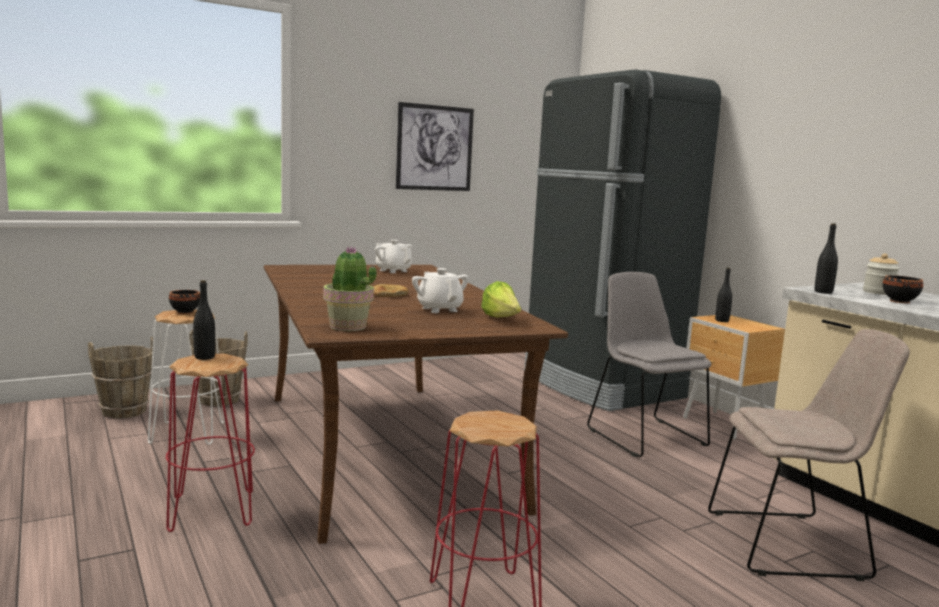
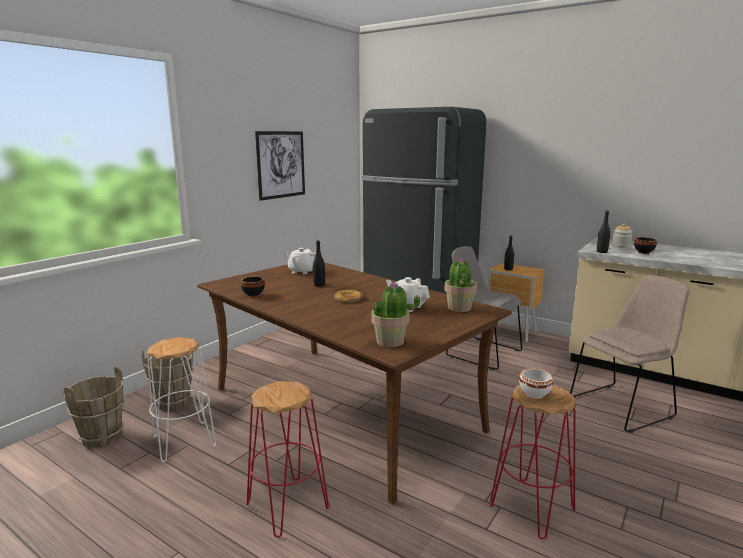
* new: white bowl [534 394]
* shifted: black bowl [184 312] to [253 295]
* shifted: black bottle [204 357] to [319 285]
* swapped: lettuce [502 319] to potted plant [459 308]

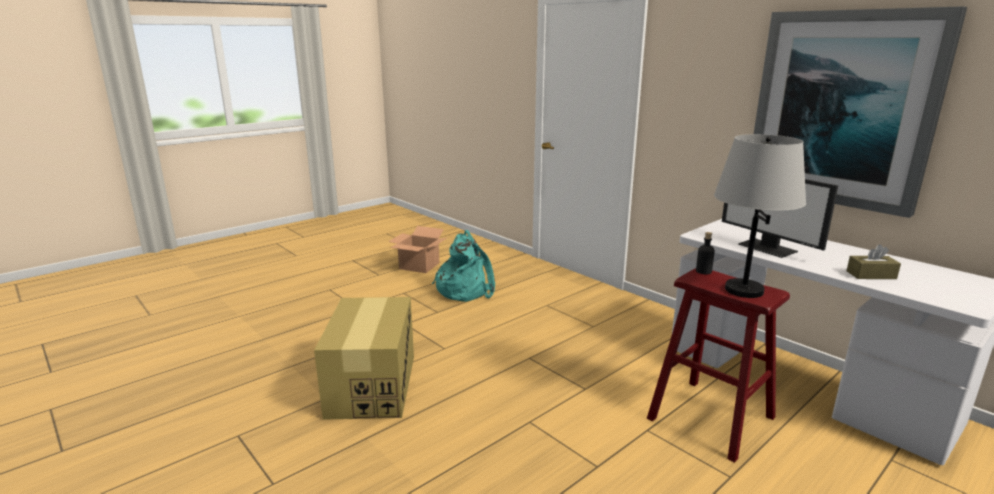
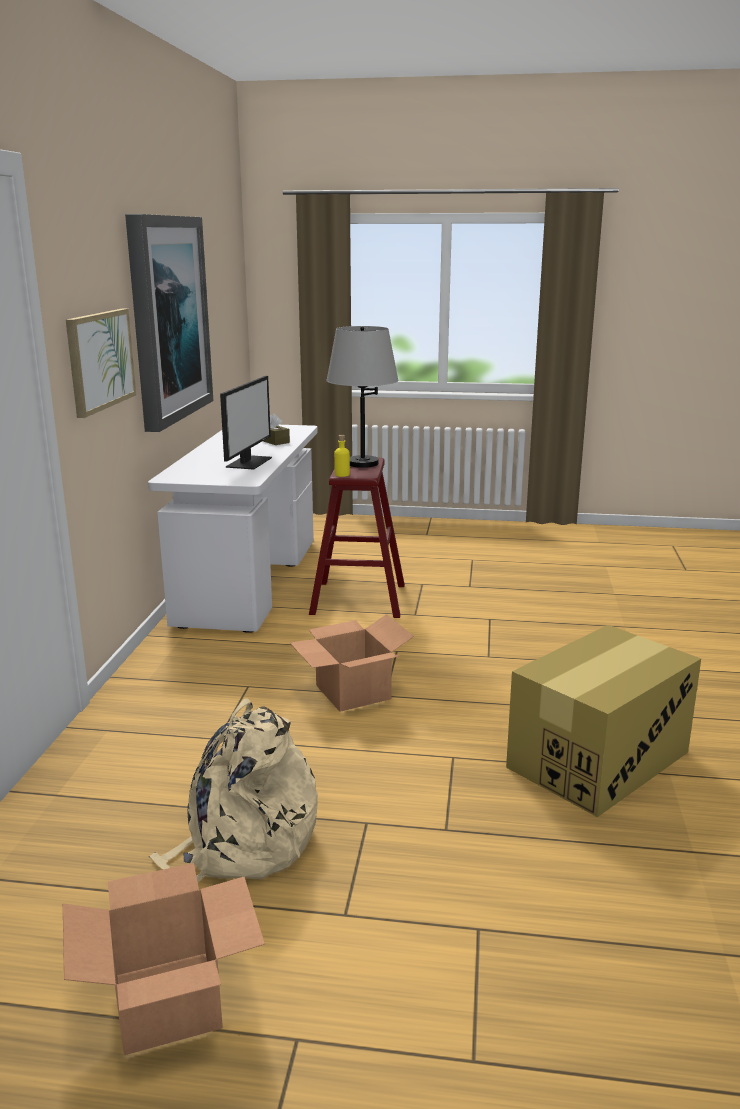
* new: picture [100 360]
* new: cardboard box [354 692]
* repainted: turquoise backpack [465 290] to beige backpack [243 843]
* repainted: black bottle [703 271] to yellow bottle [342 474]

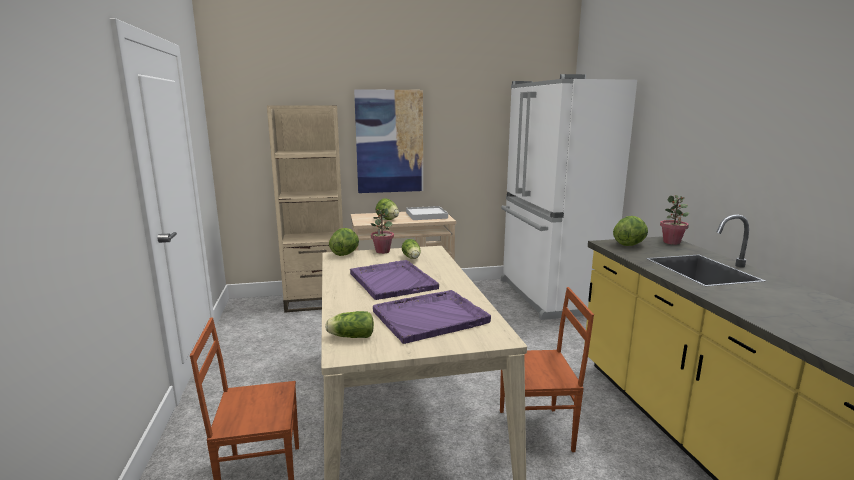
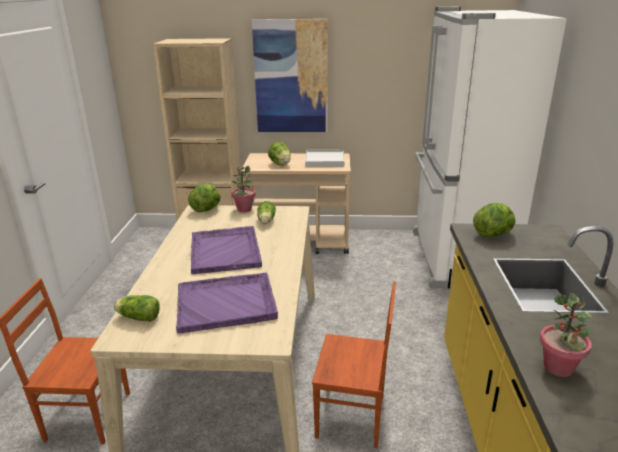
* shifted: potted plant [671 242] to [558 368]

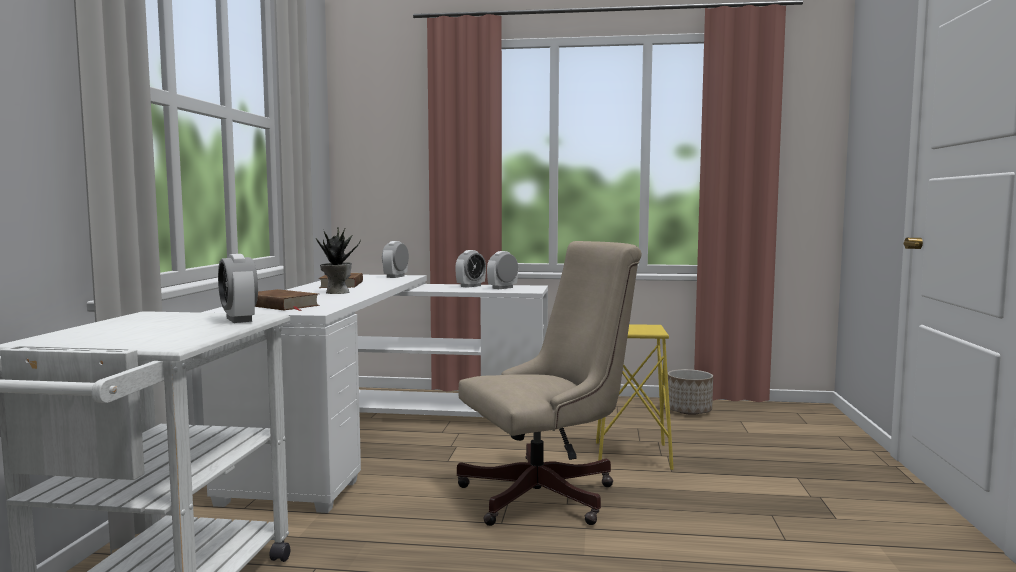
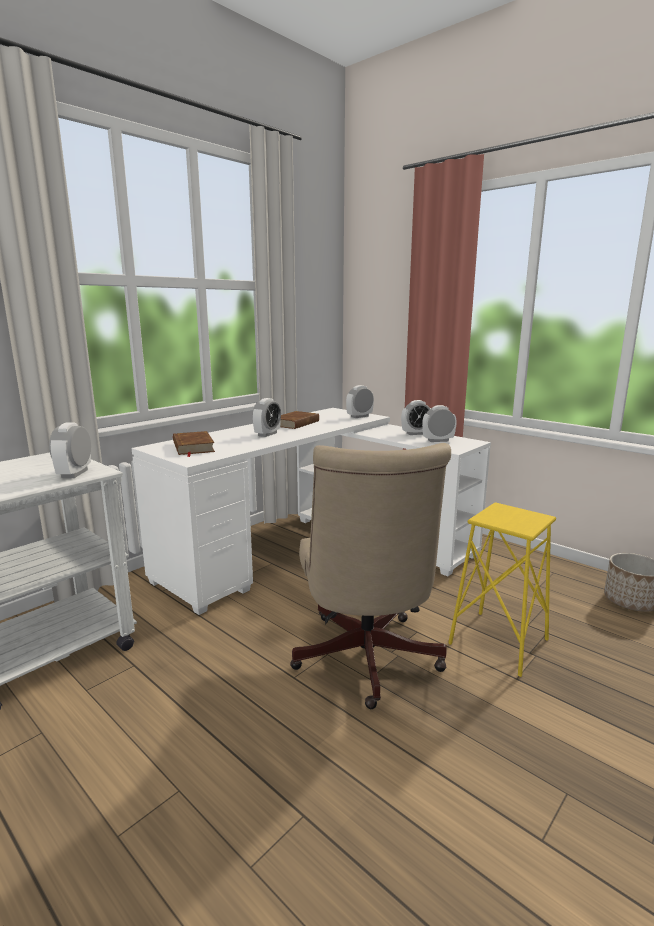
* swapped: potted plant [336 292] to alarm clock [267 434]
* rotated: beige office chair [549 495] = [365 662] 75 degrees clockwise

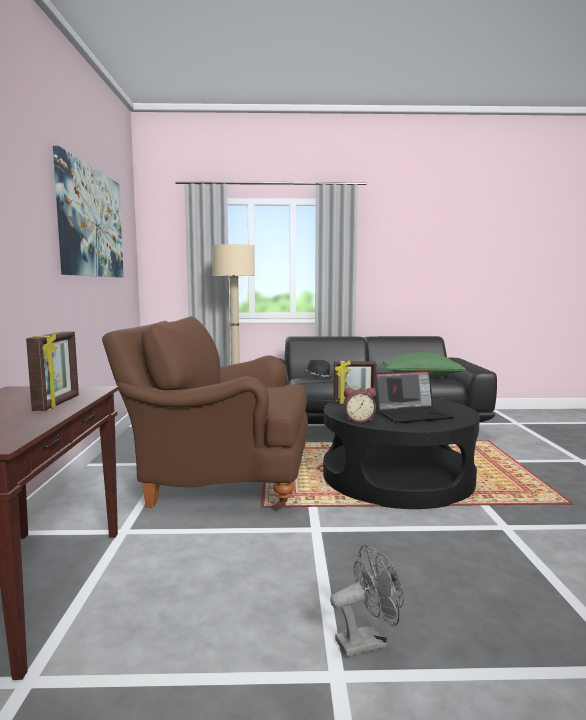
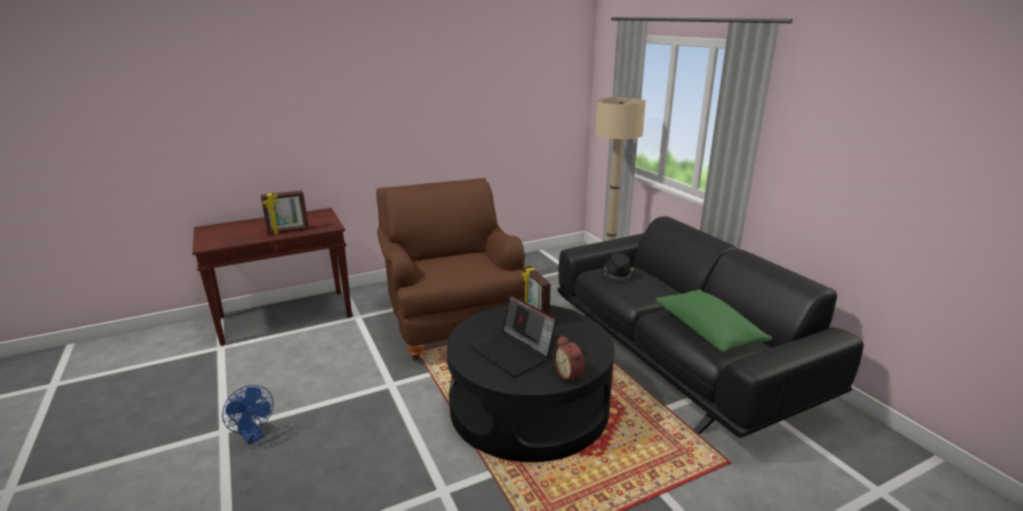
* gone: picture [91 222]
* shifted: alarm clock [358 420] to [570 374]
* repainted: grey fan [367 641] to blue fan [254 436]

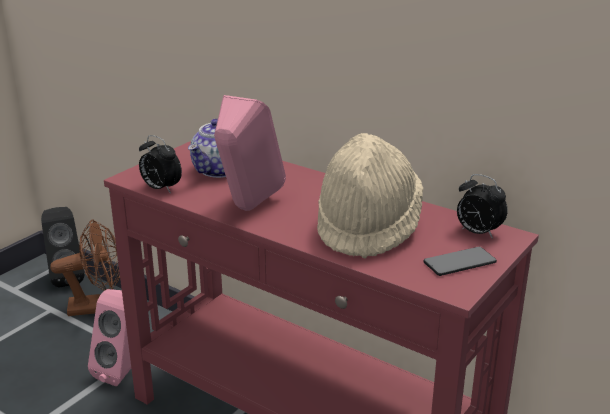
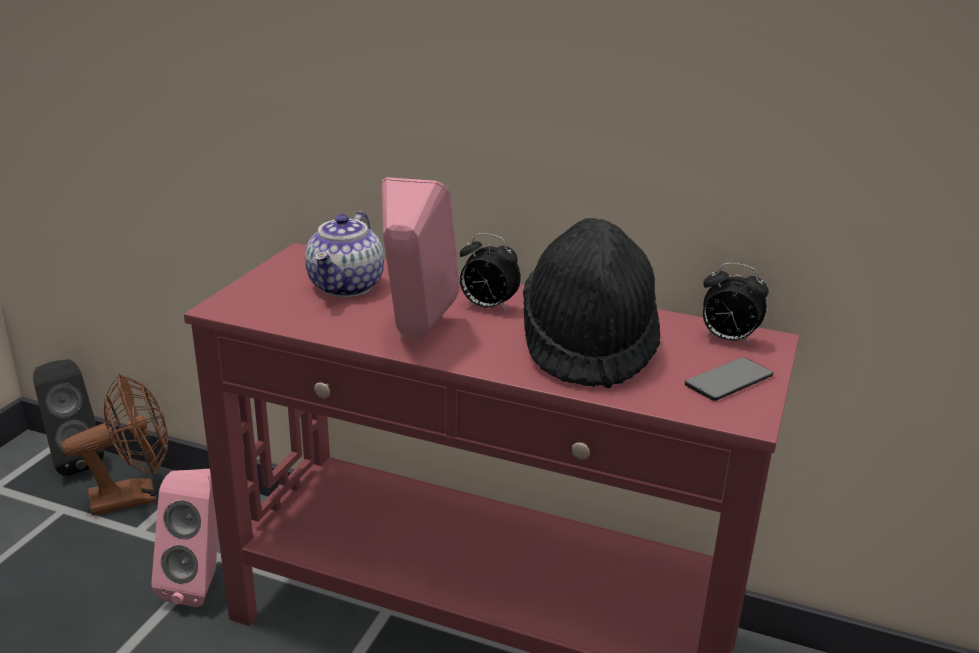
* shifted: alarm clock [160 189] to [487 307]
* repainted: beige hat [368 227] to black hat [588 345]

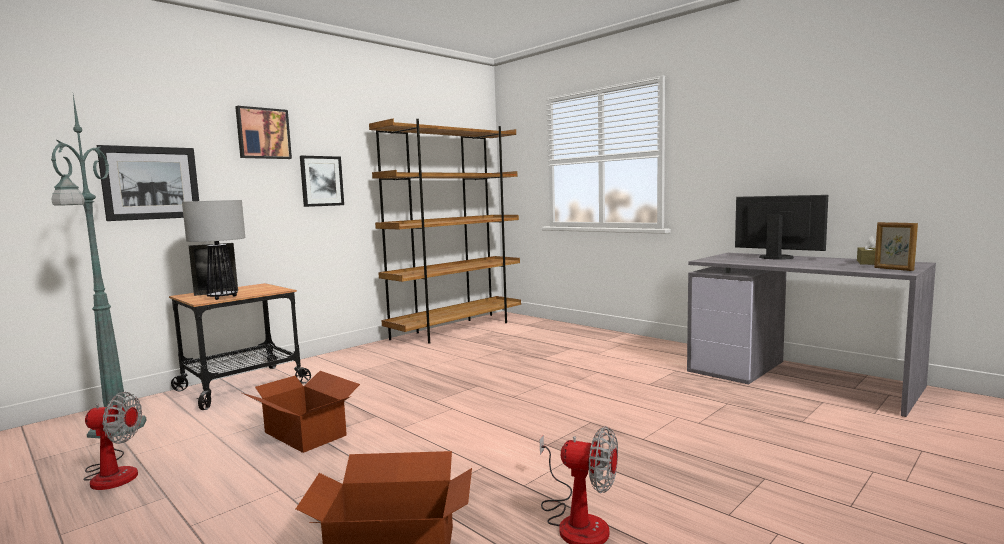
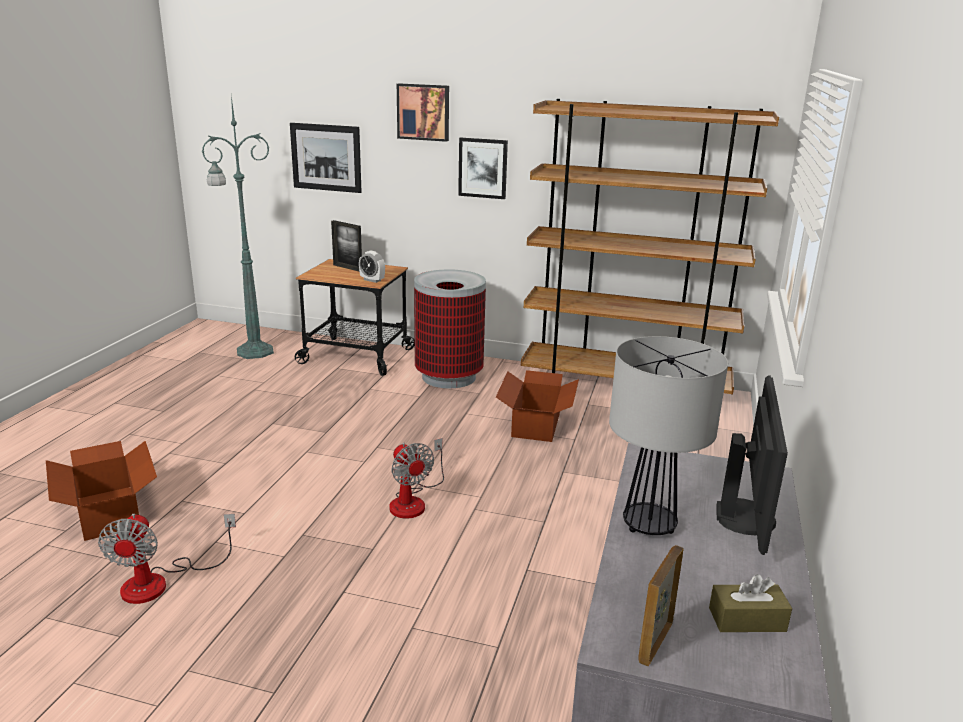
* new: alarm clock [372 280]
* new: trash can [449 377]
* shifted: fan [113 473] to [413 501]
* shifted: table lamp [223 297] to [650 525]
* shifted: cardboard box [305 433] to [537 424]

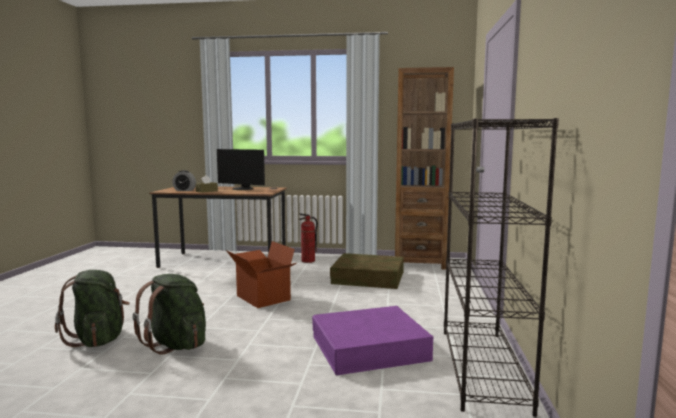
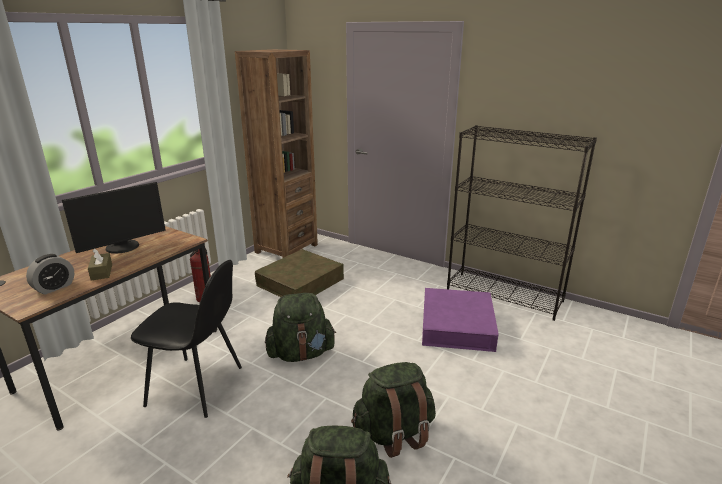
* new: black chair [197 386]
* swapped: cardboard box [262 298] to green backpack [301 353]

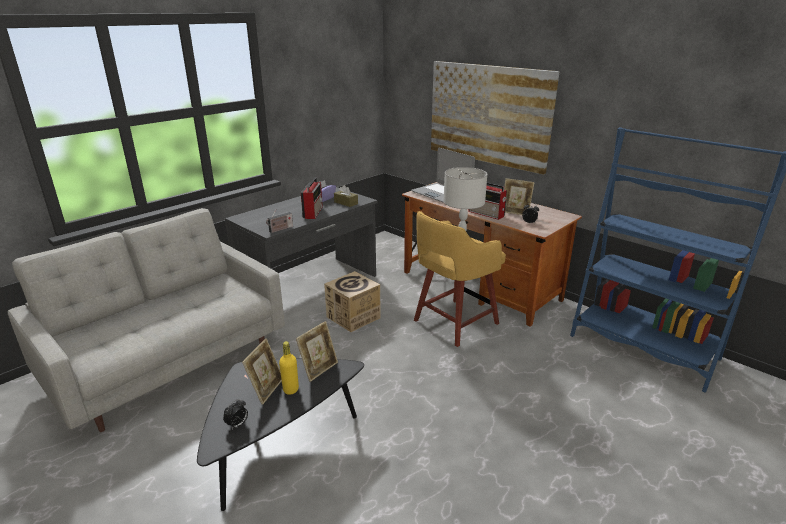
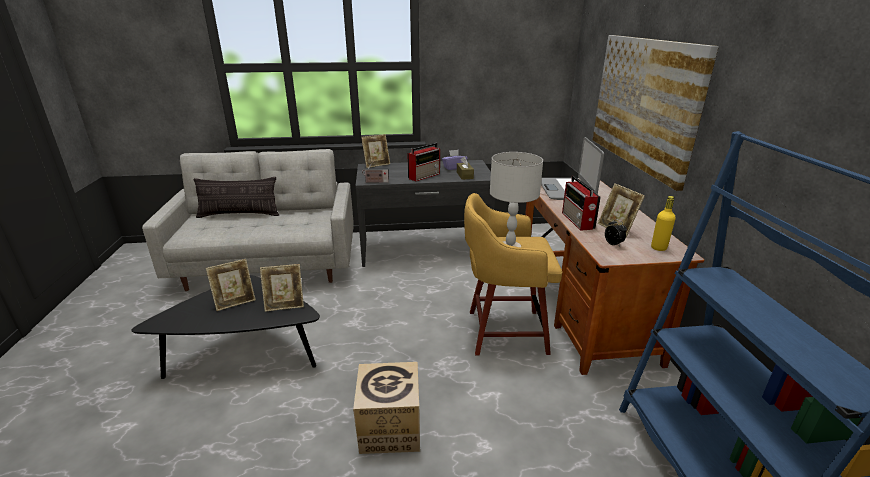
* gone: alarm clock [237 425]
* new: pillow [239 214]
* new: picture frame [376 165]
* shifted: yellow bottle [291 389] to [658 248]
* shifted: cardboard box [353 317] to [390 428]

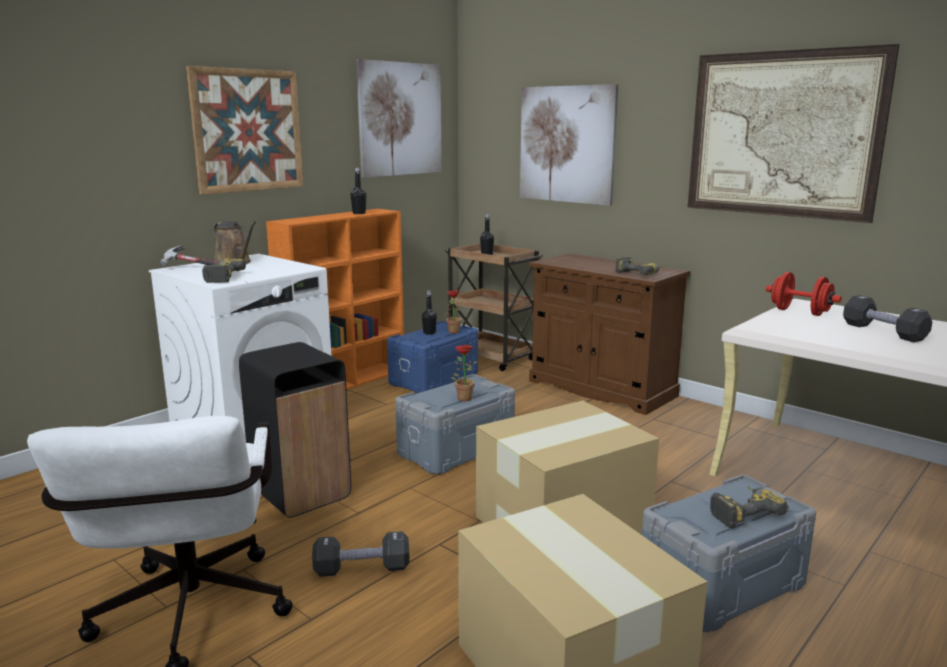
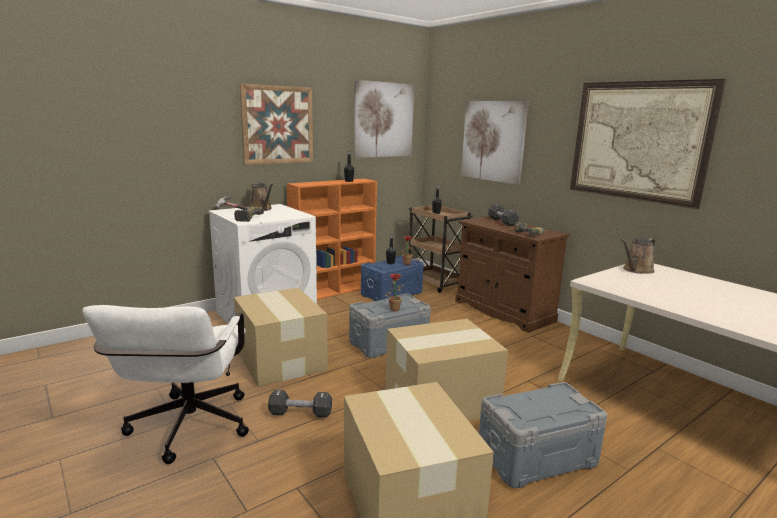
* gone: power drill [743 512]
* shifted: black dumbbell [883 332] to [502 222]
* swapped: black trash can [301 492] to cardboard box [281 359]
* swapped: red dumbbell [800 312] to brown watering can [636 270]

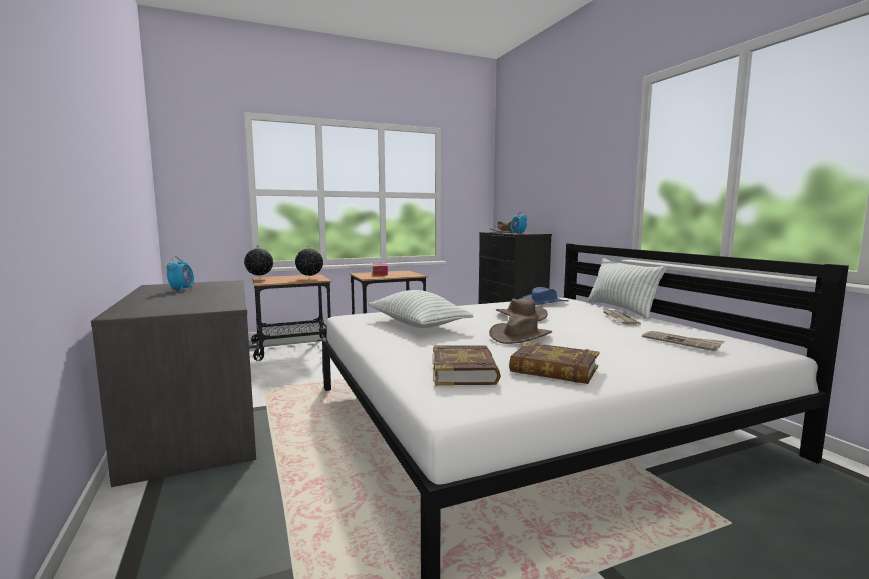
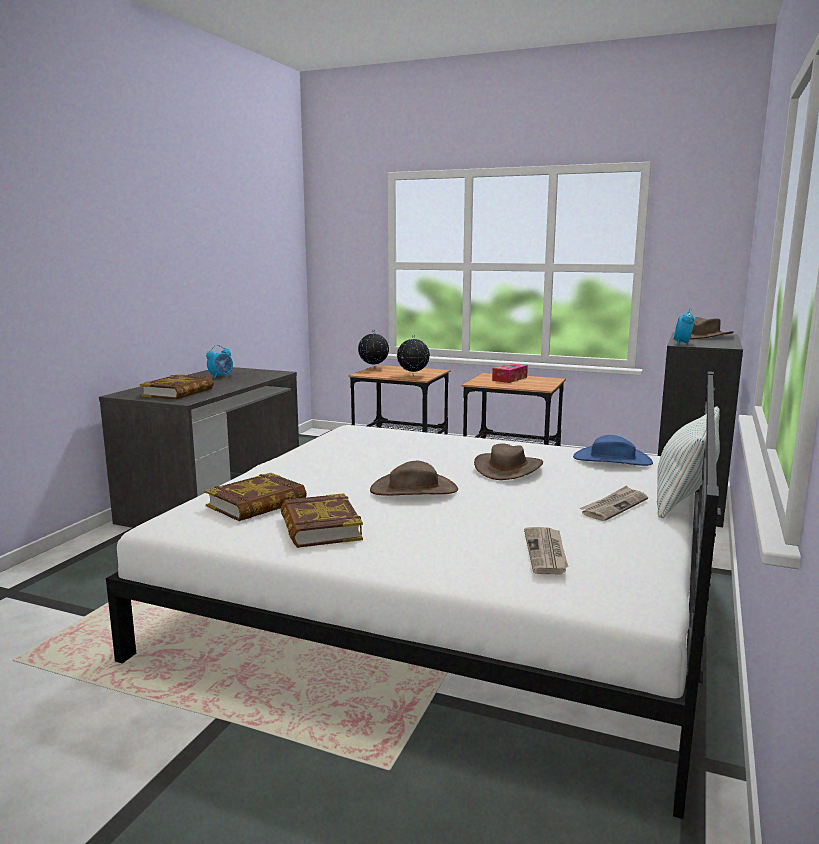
* gone: pillow [417 325]
* new: book [178 392]

